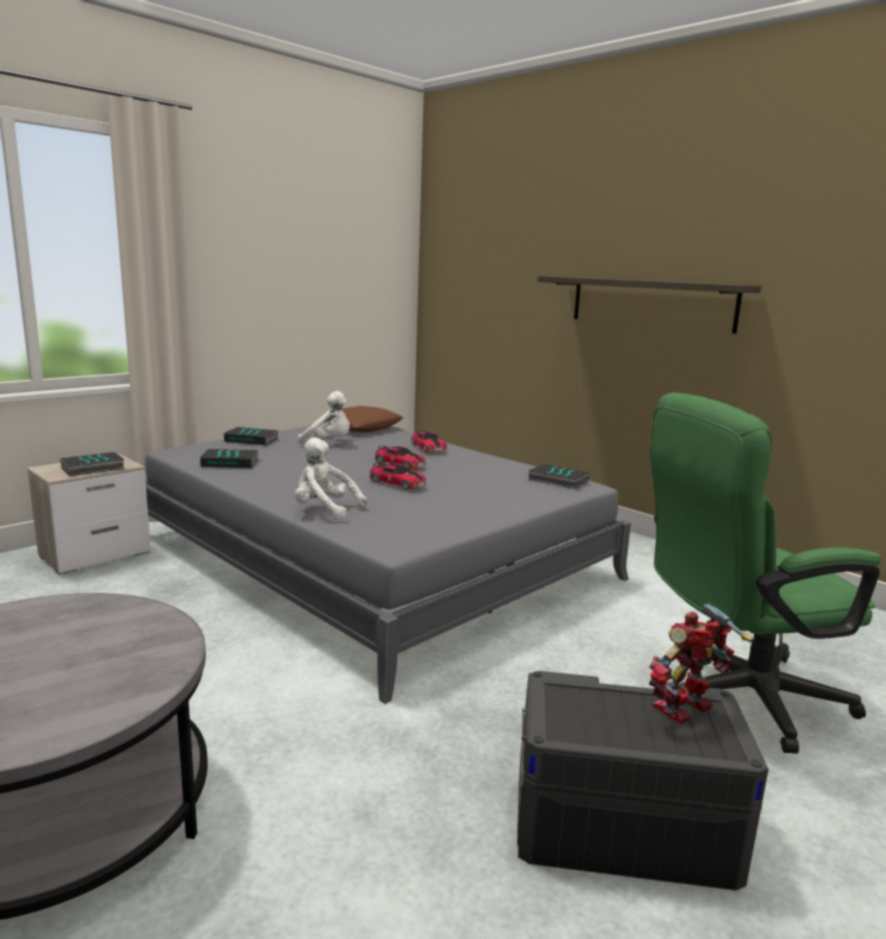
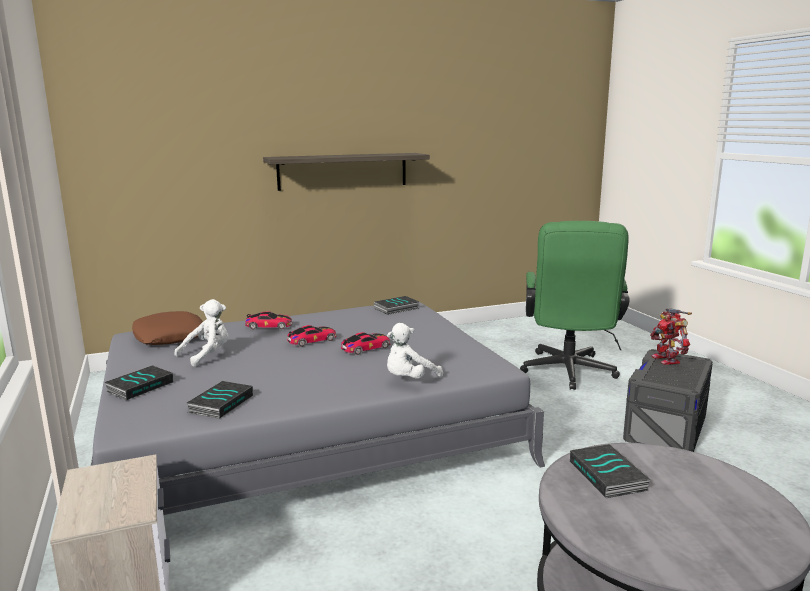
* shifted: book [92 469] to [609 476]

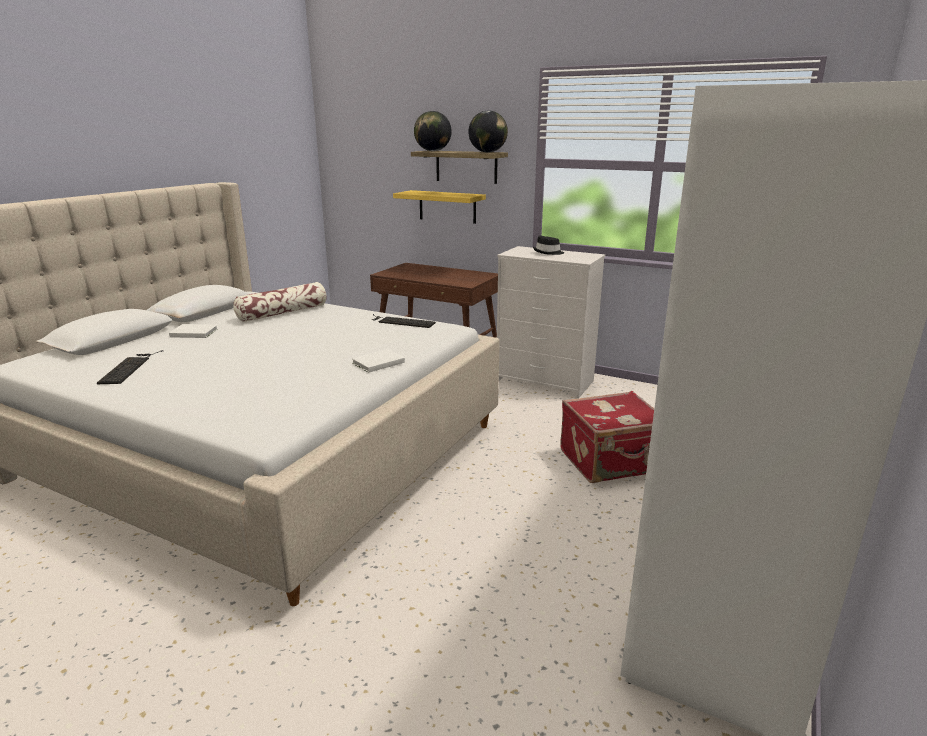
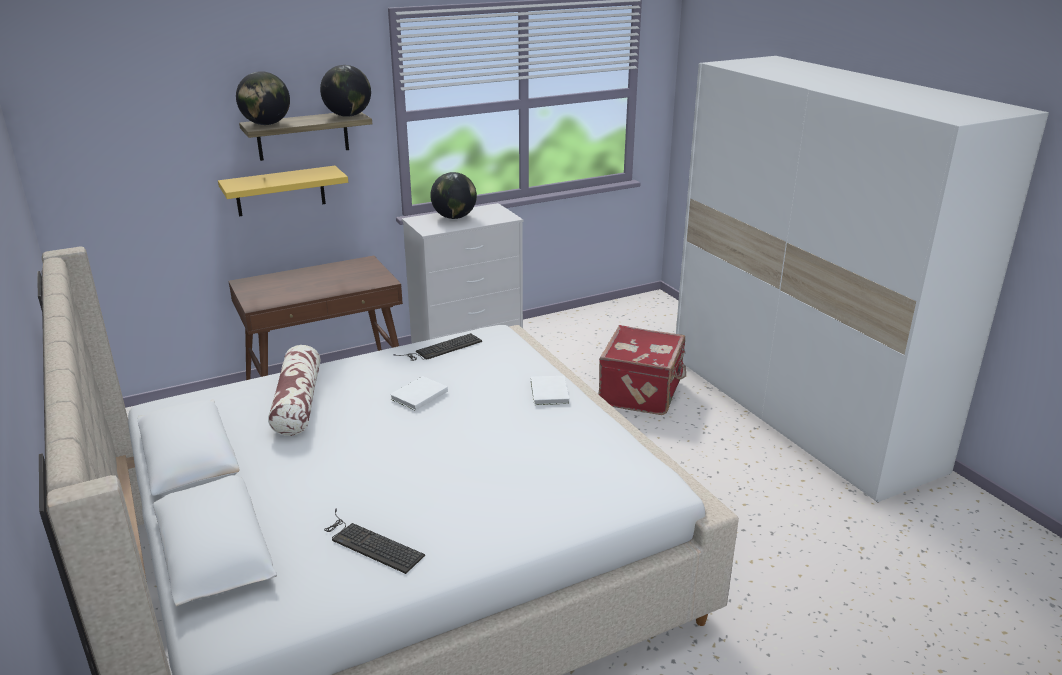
* shifted: white book [193 333] to [417 395]
* swapped: black hat [548 252] to globe [454 217]

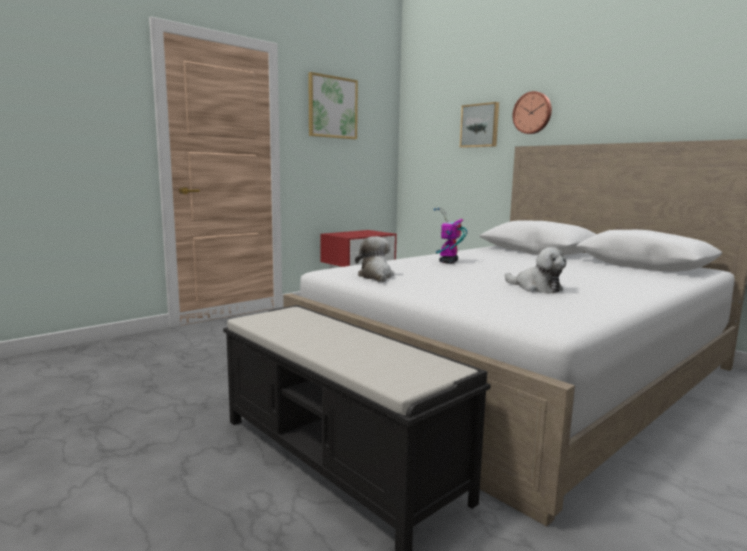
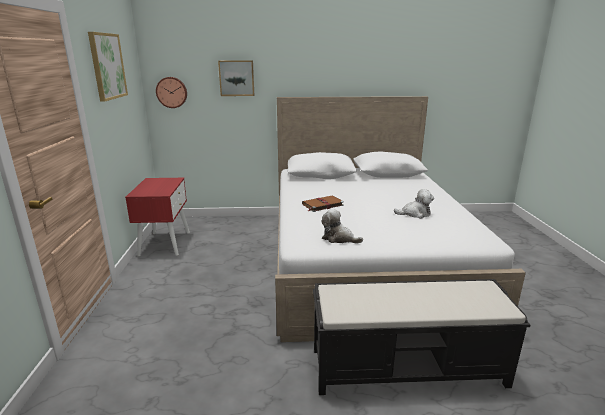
* shifted: wall clock [532 113] to [172 92]
* swapped: toy robot [448 262] to brown book [322 205]

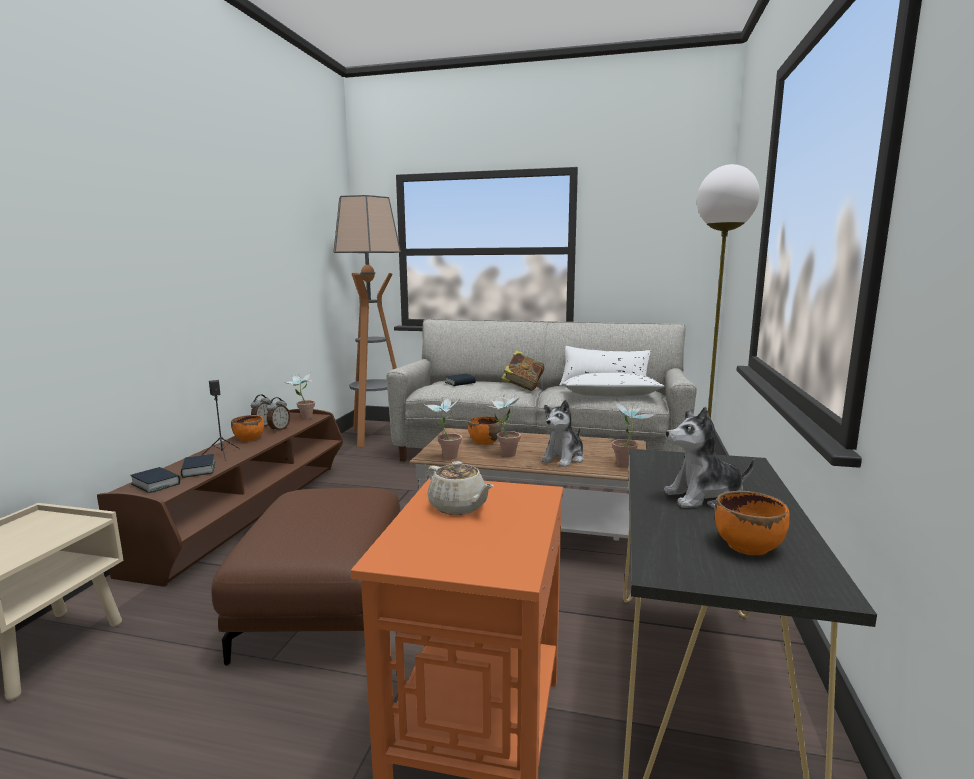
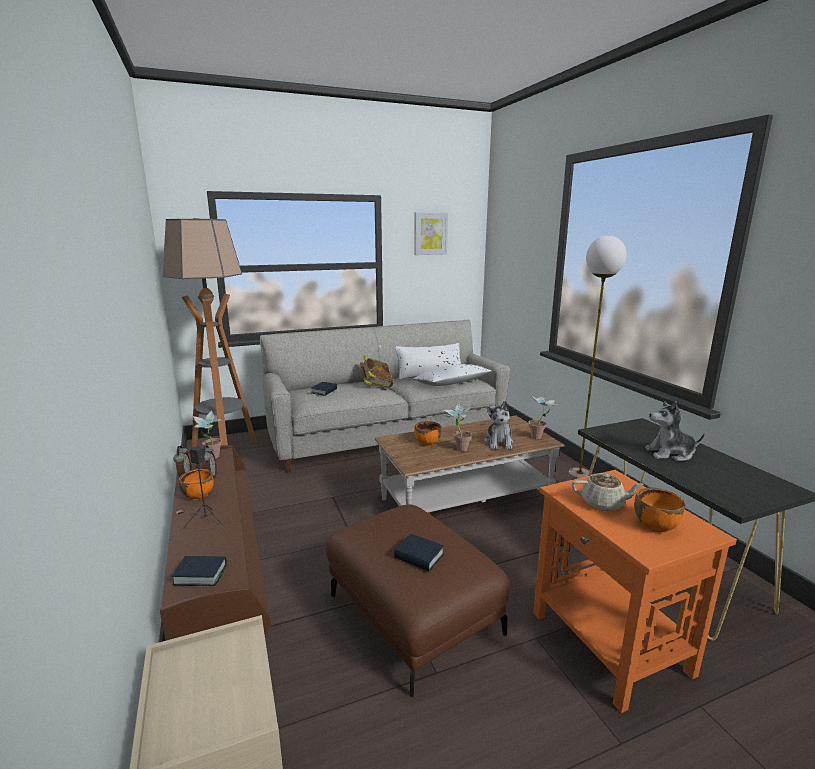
* gone: potted plant [445 457]
* new: picture [430 233]
* shifted: book [198 470] to [419 556]
* shifted: orange bowl [748 546] to [656 525]
* rotated: plush toy [704 498] = [670 454] 45 degrees clockwise

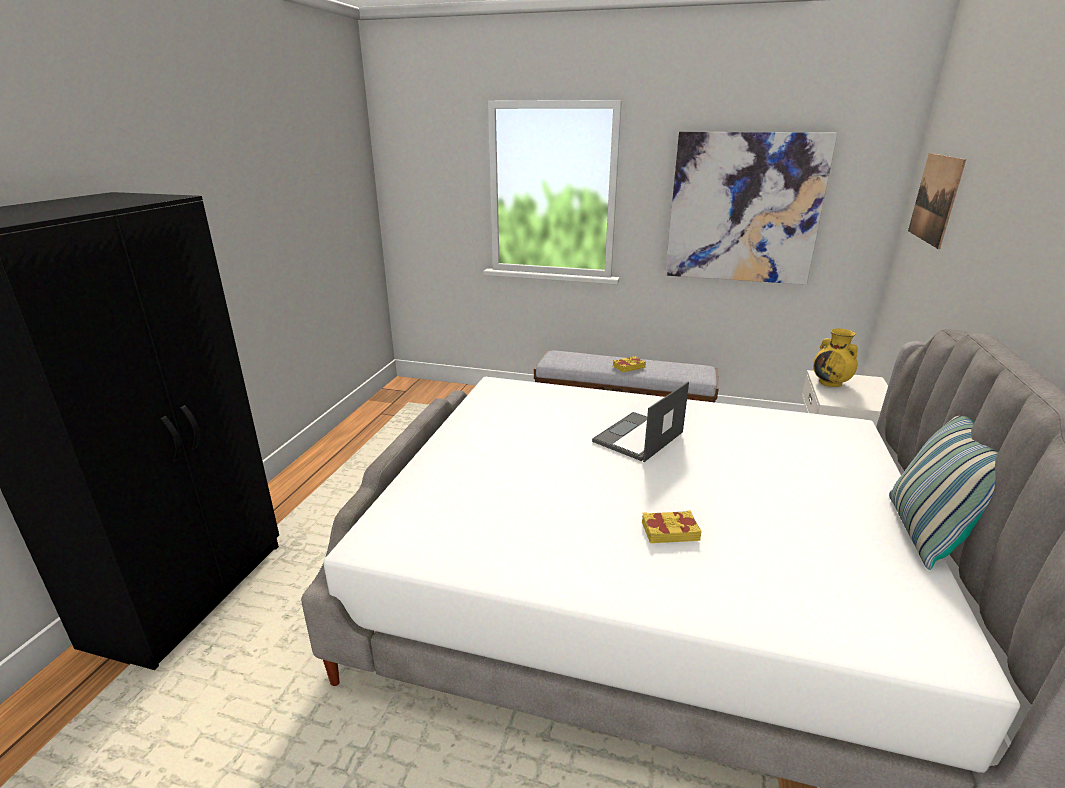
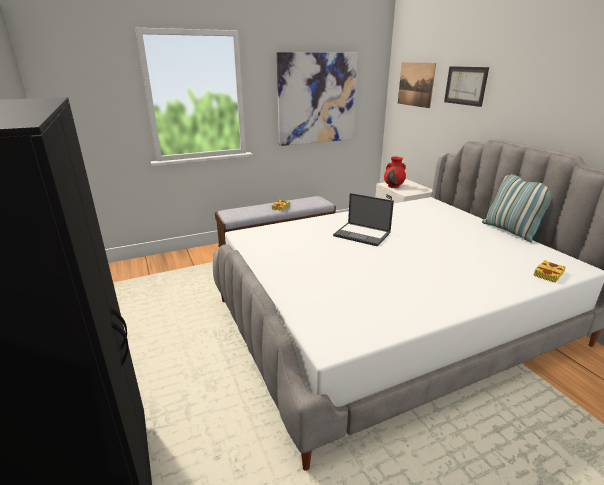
* new: picture [465 85]
* shifted: yellow book [669 531] to [548 274]
* repainted: yellow vase [831 383] to red vase [393 186]
* rotated: laptop [638 437] = [362 234] 60 degrees counterclockwise

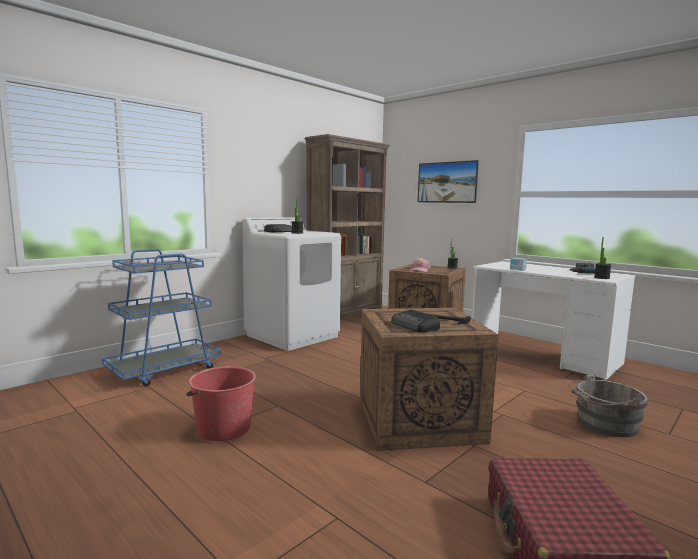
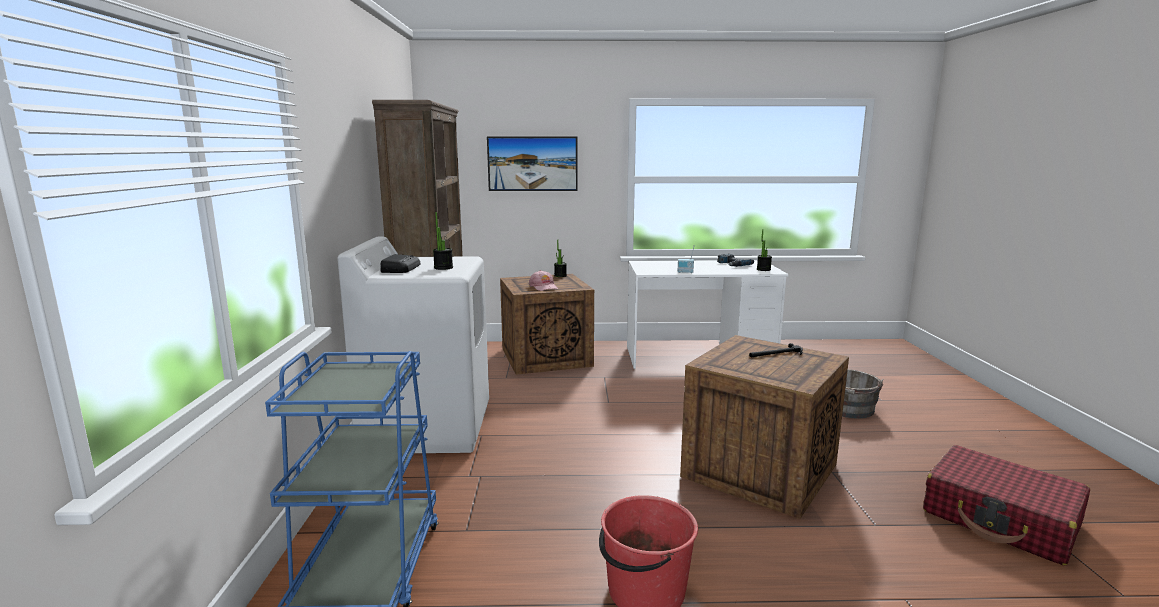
* gone: radio [415 326]

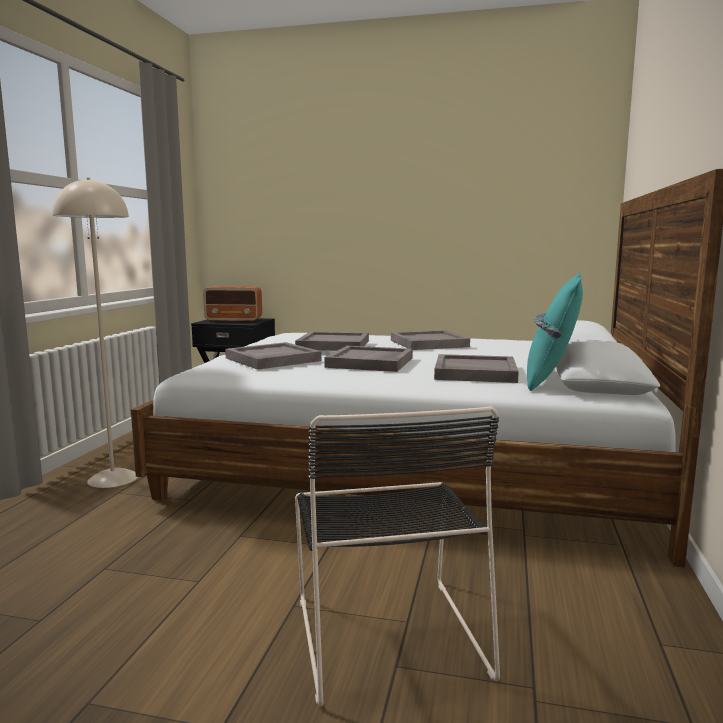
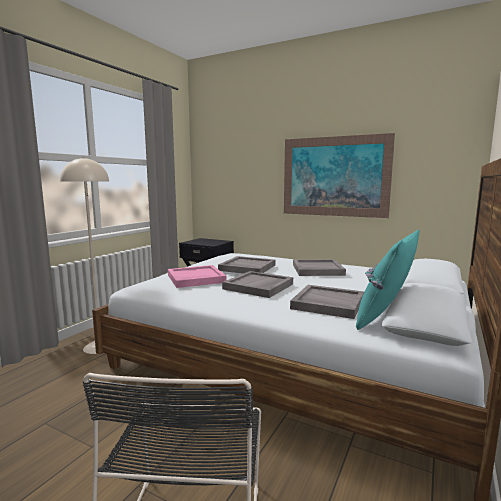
* gone: radio [234 321]
* new: picture [334 176]
* repainted: grey tray [272 359] to pink tray [195 279]

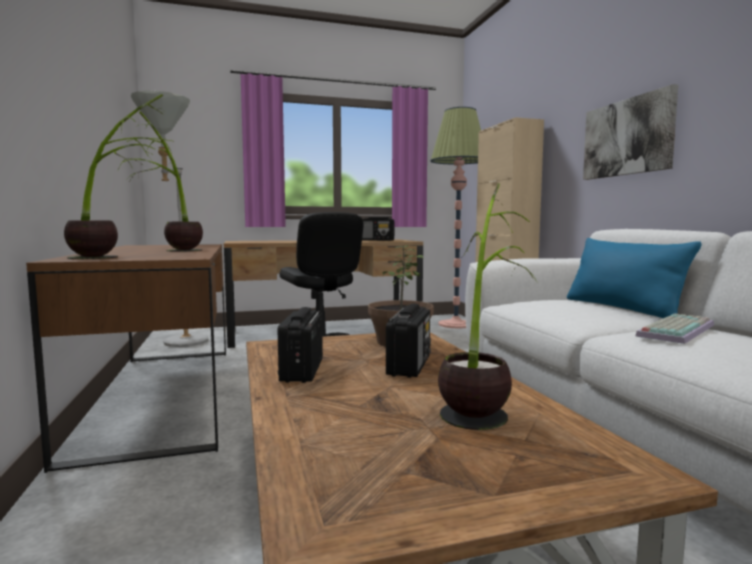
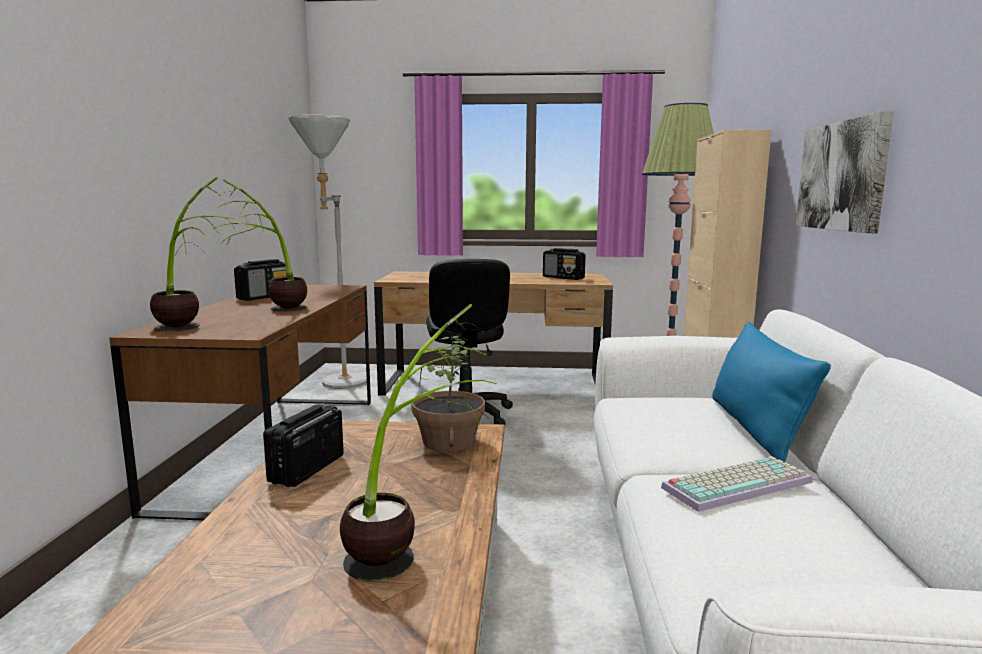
* shifted: radio [409 365] to [265 297]

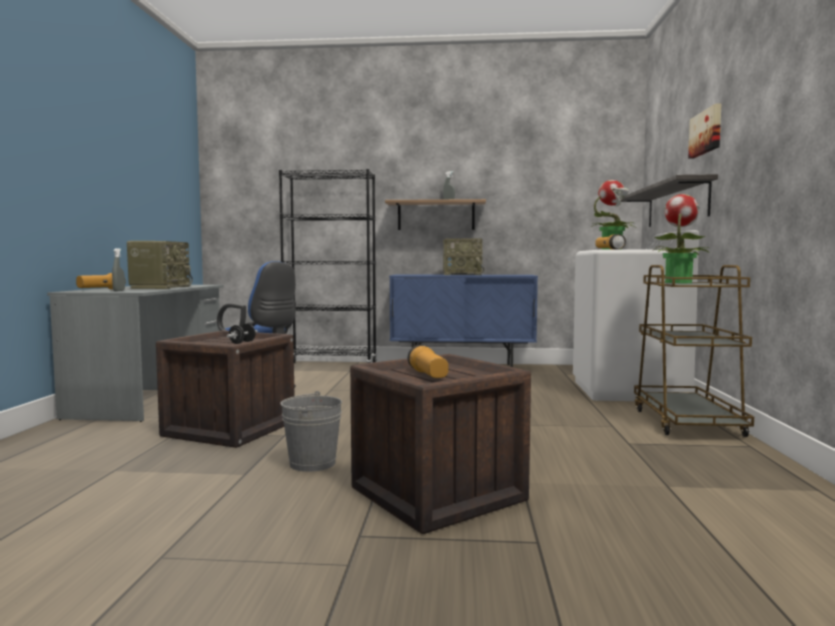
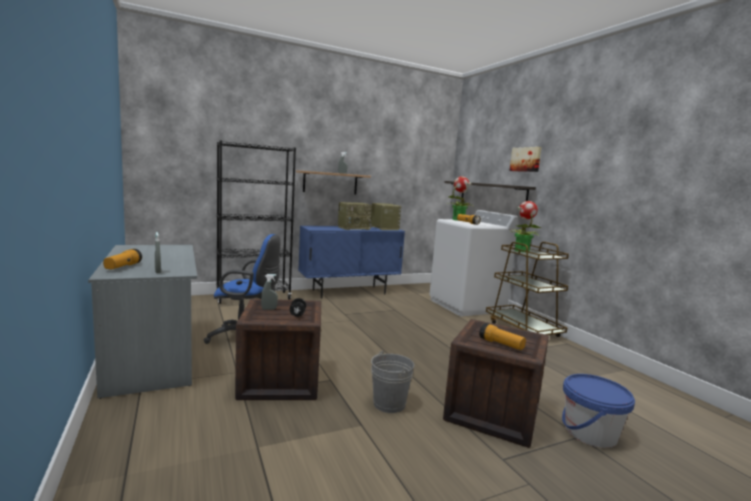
* new: grey spray bottle [269 309]
* new: blue bucket [590 432]
* shifted: radio [160 287] to [384 228]

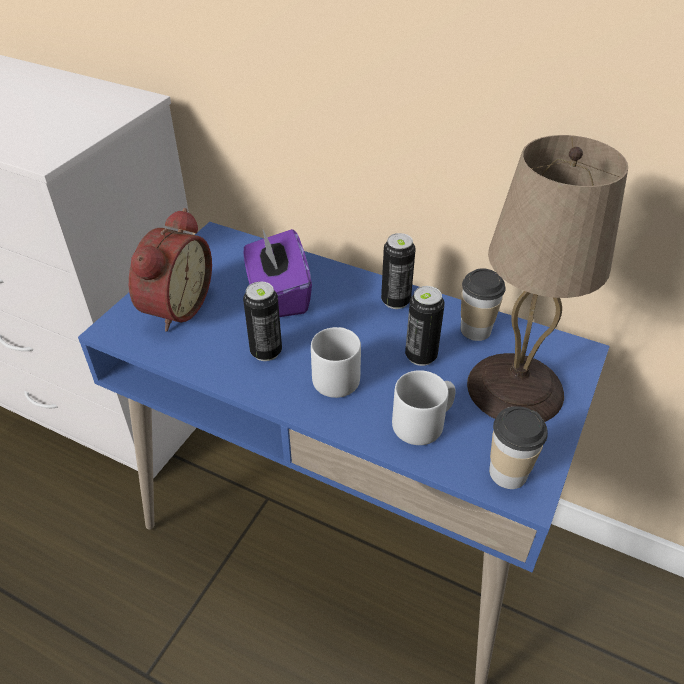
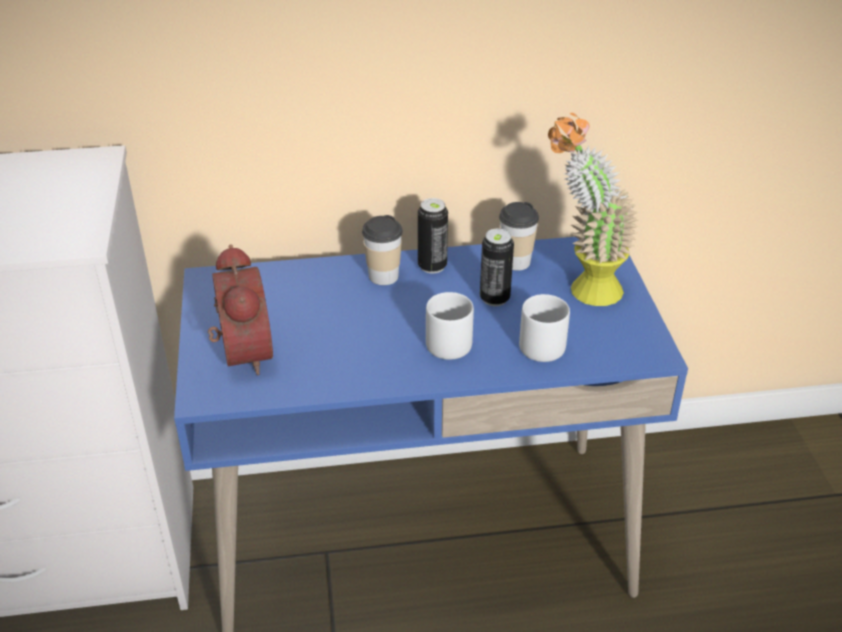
* gone: purple tissue box [278 295]
* gone: can [266 351]
* shifted: cup [508 473] to [383 276]
* swapped: beige table lamp [514 386] to potted plant [582 289]

